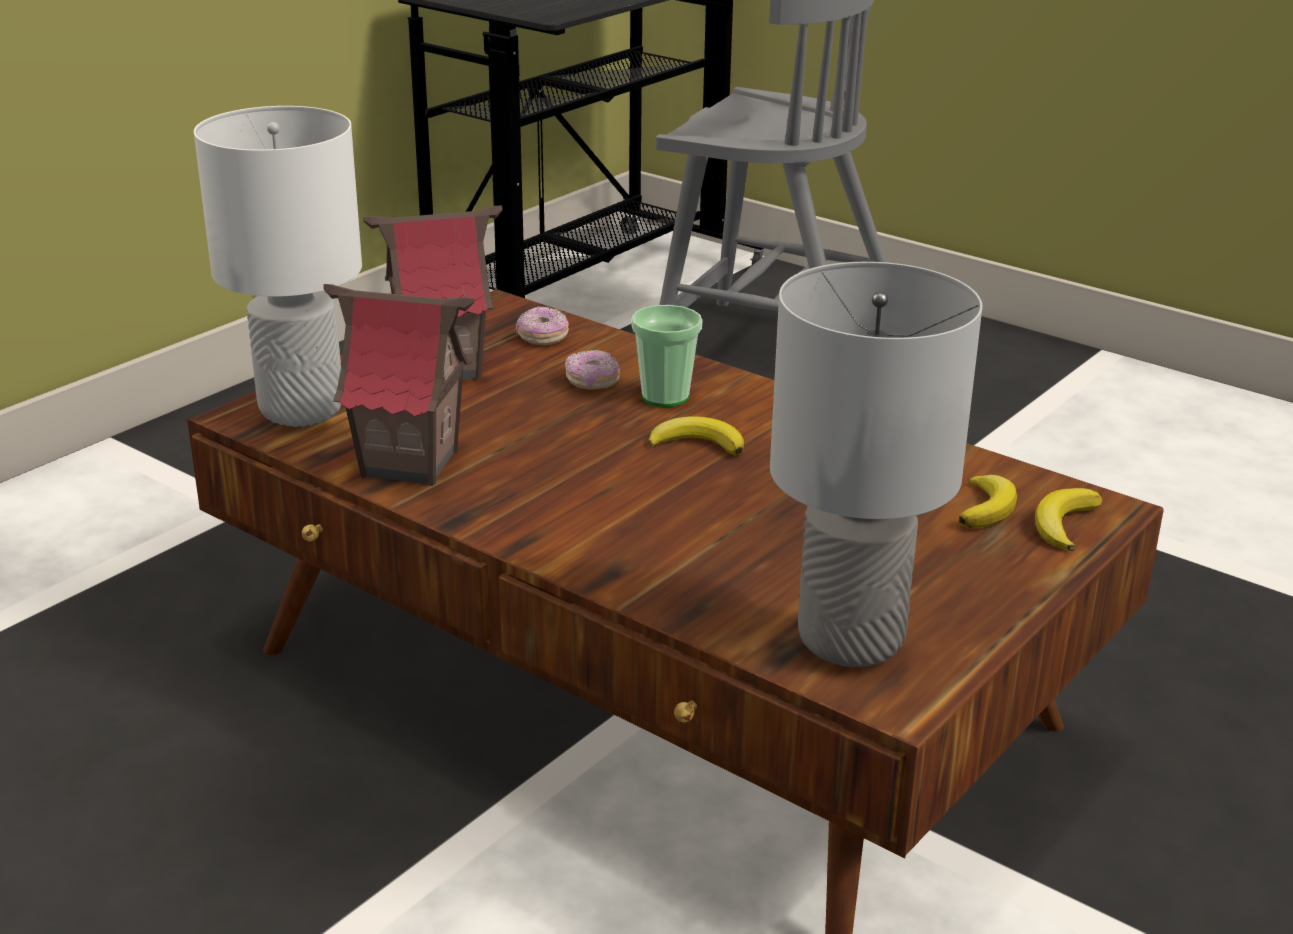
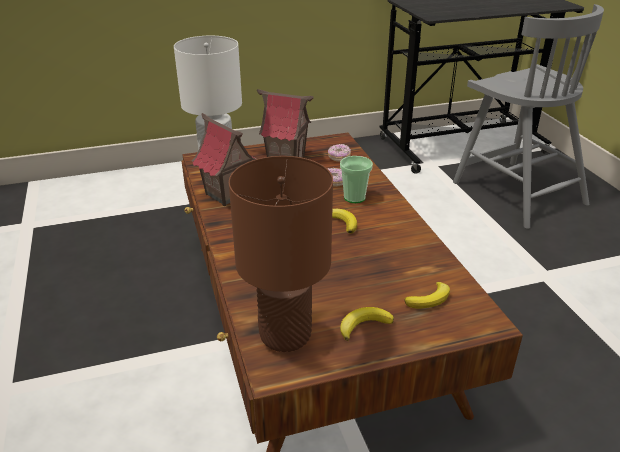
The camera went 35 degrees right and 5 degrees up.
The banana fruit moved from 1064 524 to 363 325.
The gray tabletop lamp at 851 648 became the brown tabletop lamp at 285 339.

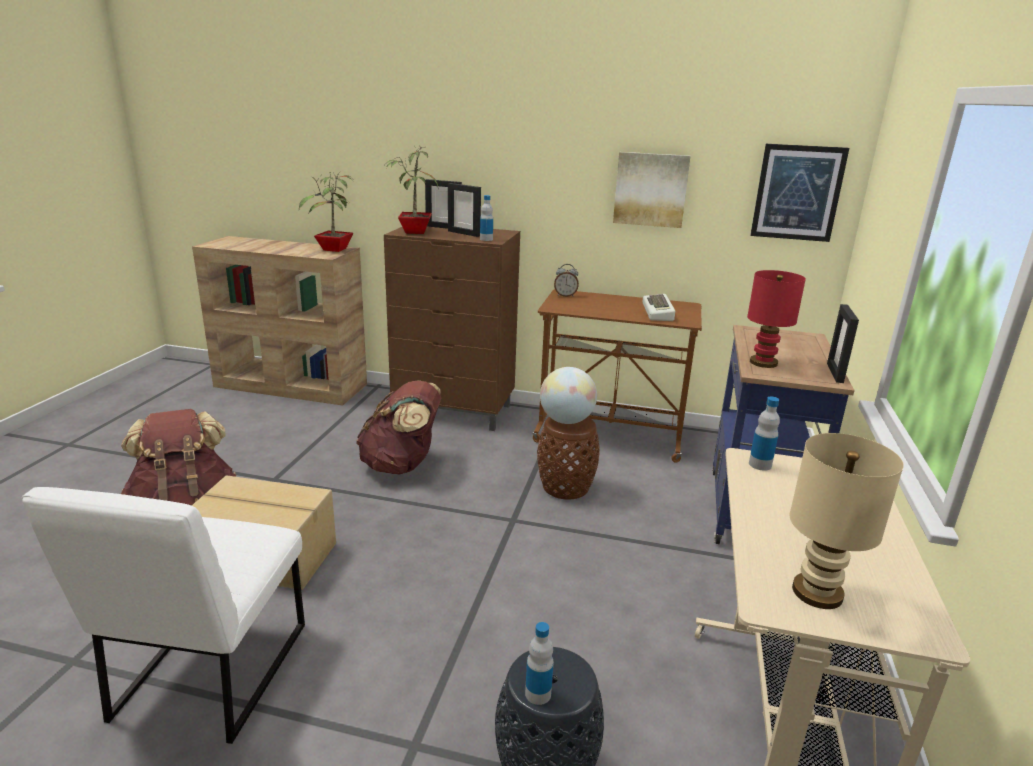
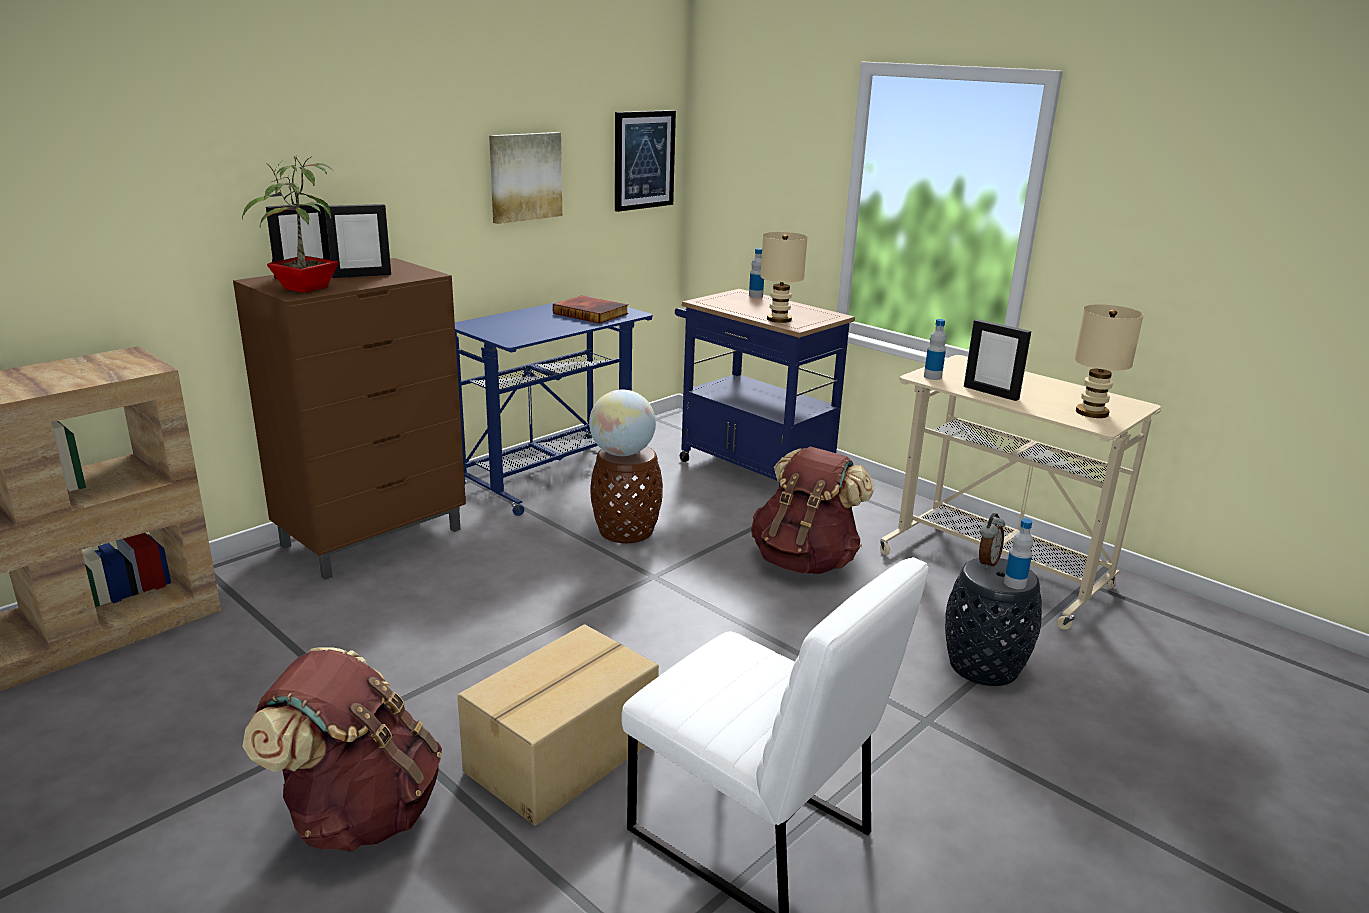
The camera went 60 degrees left and 0 degrees up.
The potted plant at 334 250 disappeared.
The brown backpack moved from 402 465 to 805 561.
The beverage bottle moved from 486 239 to 755 296.
The bedside clock moved from 565 295 to 986 563.
The photo frame moved from 836 373 to 991 392.
The keyboard at 659 312 was replaced by the bound book at 592 313.
The brown desk table at 609 434 became the bluish desk table at 555 475.
The red-coloured tabletop lamp at 763 363 became the sand-coloured tabletop lamp at 779 319.

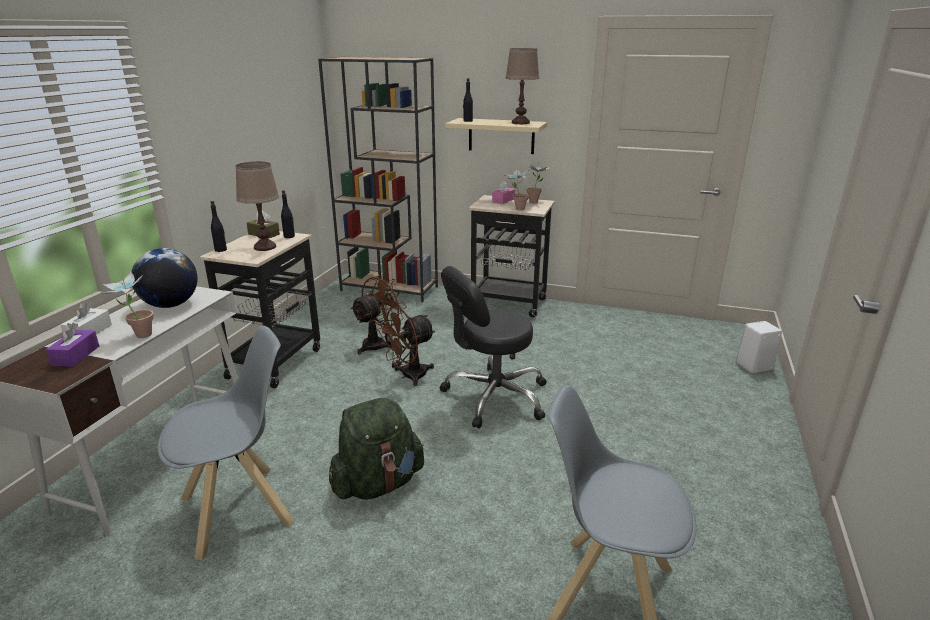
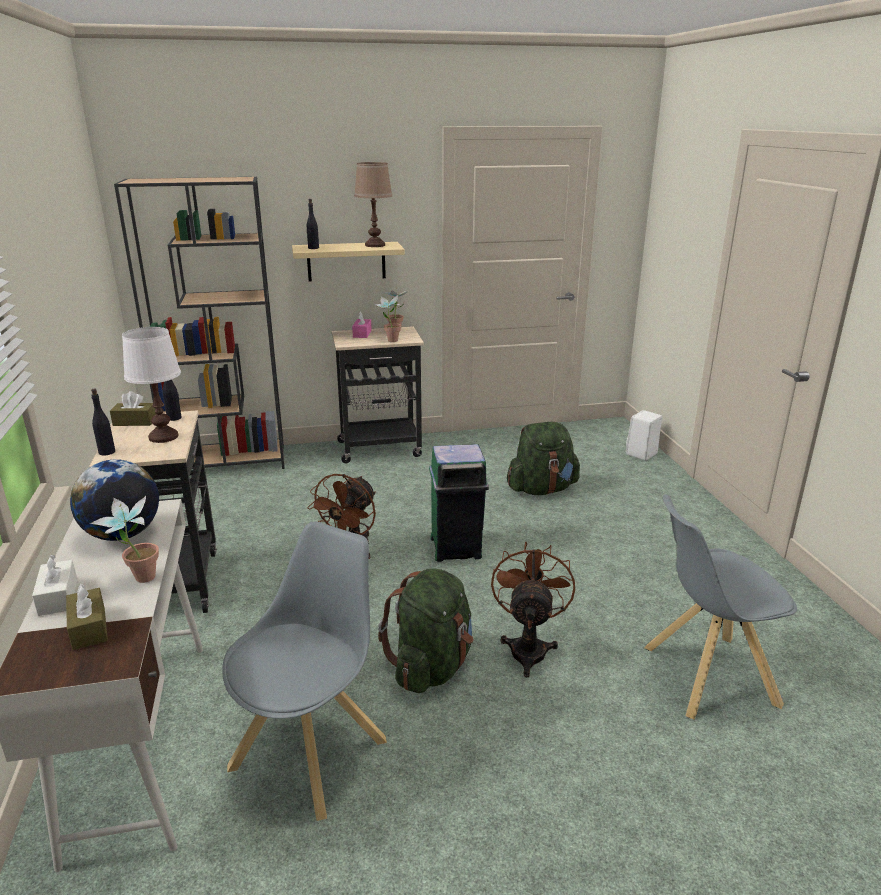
The camera went 30 degrees left and 0 degrees up.
The green backpack at 542 489 appeared.
The brown electric fan moved from 378 344 to 528 647.
The blackish desk chair at 491 398 was replaced by the green trash can at 457 548.
The purple-coloured tissue box at 76 356 became the brown tissue box at 89 628.
The brown tabletop lamp at 265 247 became the whitish tabletop lamp at 163 436.

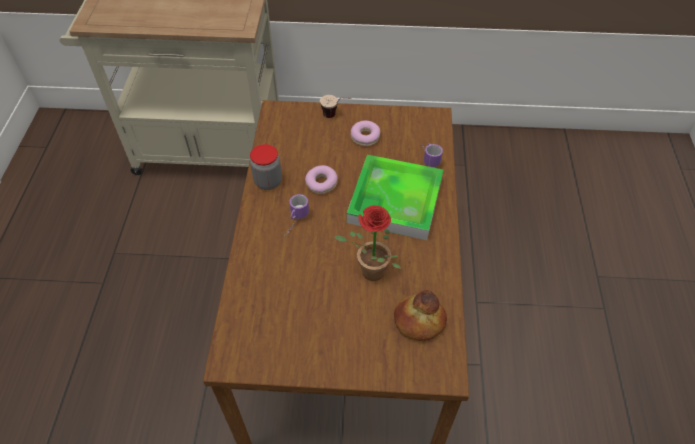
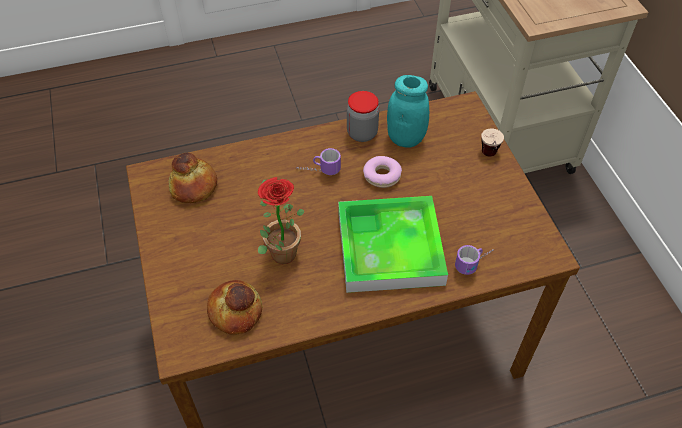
The camera went 70 degrees right and 0 degrees up.
The doughnut at 365 137 disappeared.
The bakery bread at 194 186 appeared.
The turquoise preserve jar at 405 138 appeared.

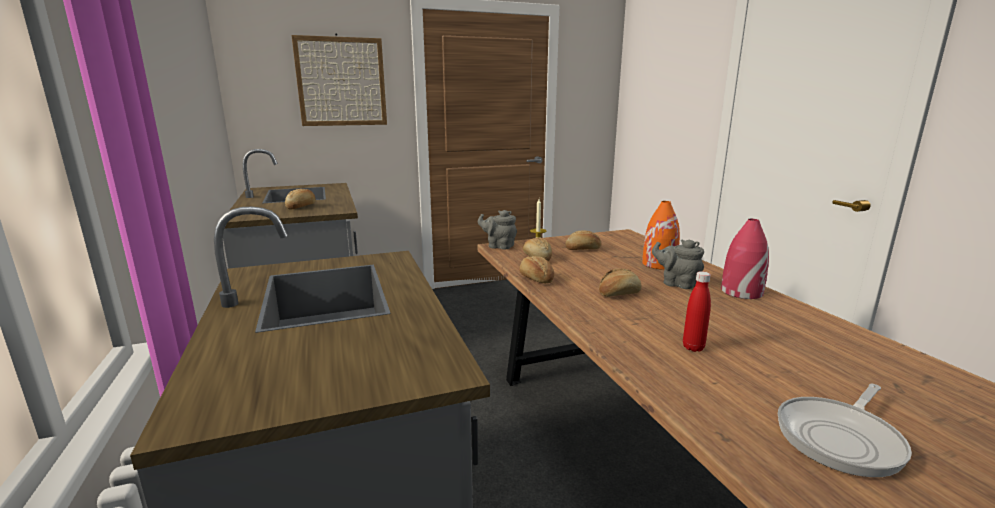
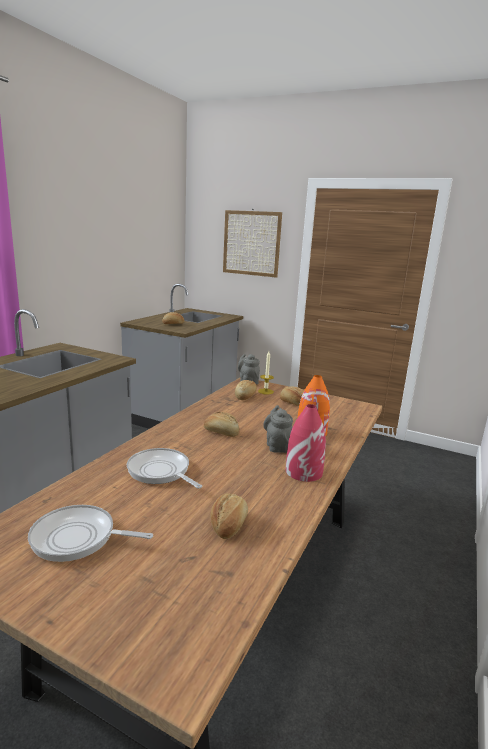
The camera went 45 degrees right and 0 degrees up.
The bakery bread moved from 535 279 to 228 525.
The red-coloured beverage bottle at 693 347 was replaced by the pan at 160 472.

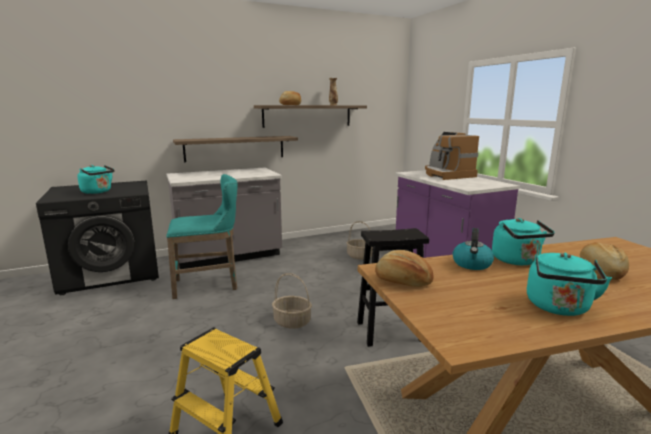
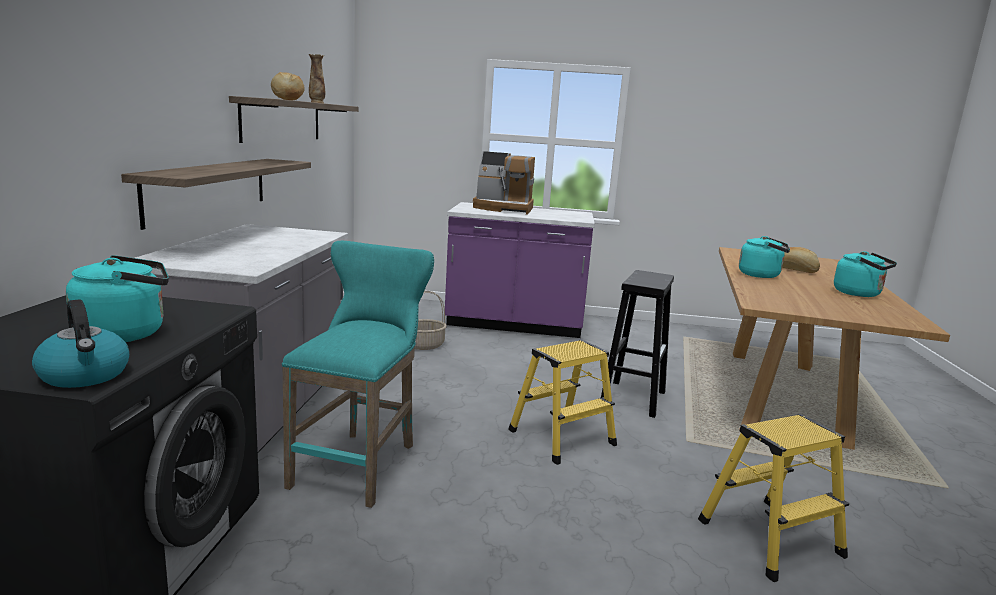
The camera went 60 degrees left and 0 degrees up.
The bakery bread at 402 281 disappeared.
The water kettle moved from 472 264 to 85 375.
The basket at 292 322 was replaced by the yellow-coloured stepladder at 562 437.

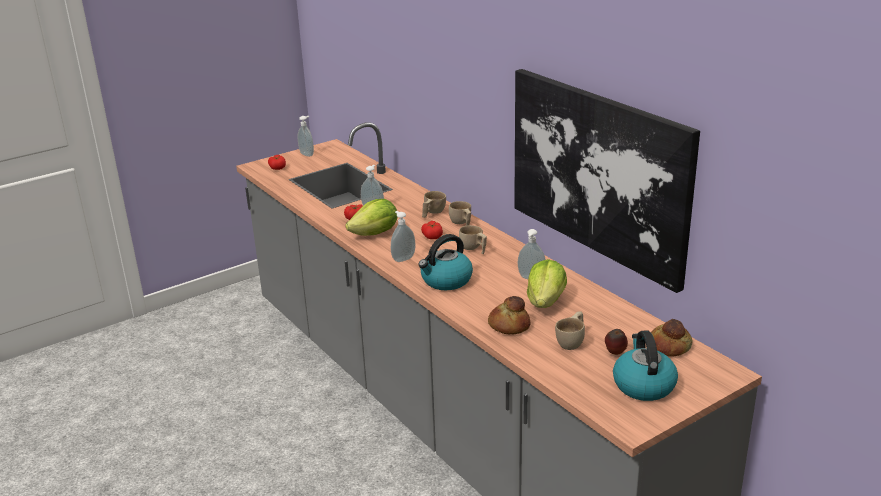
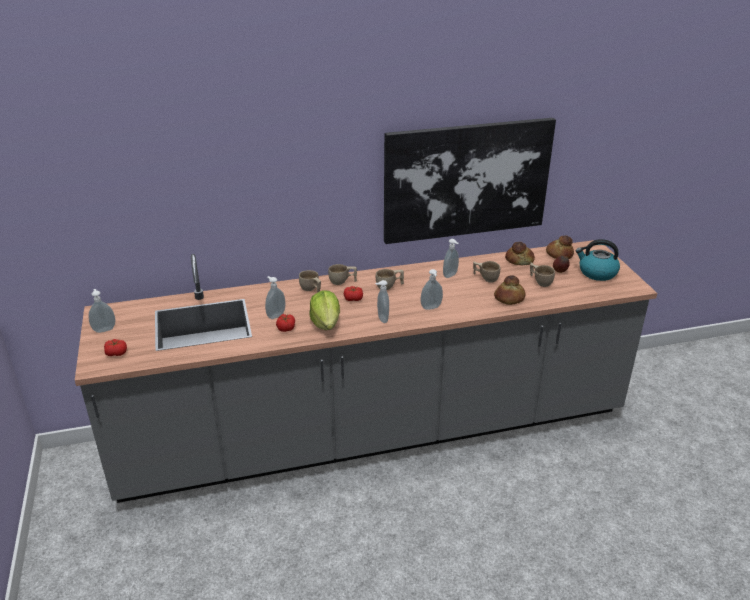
The camera went 70 degrees left and 5 degrees up.
The bakery bread at 519 260 appeared.
The water kettle at 446 281 was replaced by the soap dispenser at 431 308.
The lettuce head at 546 301 was replaced by the sand-coloured drinking cup at 485 278.

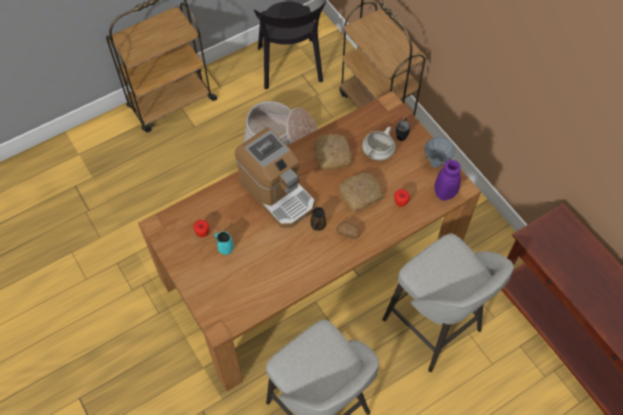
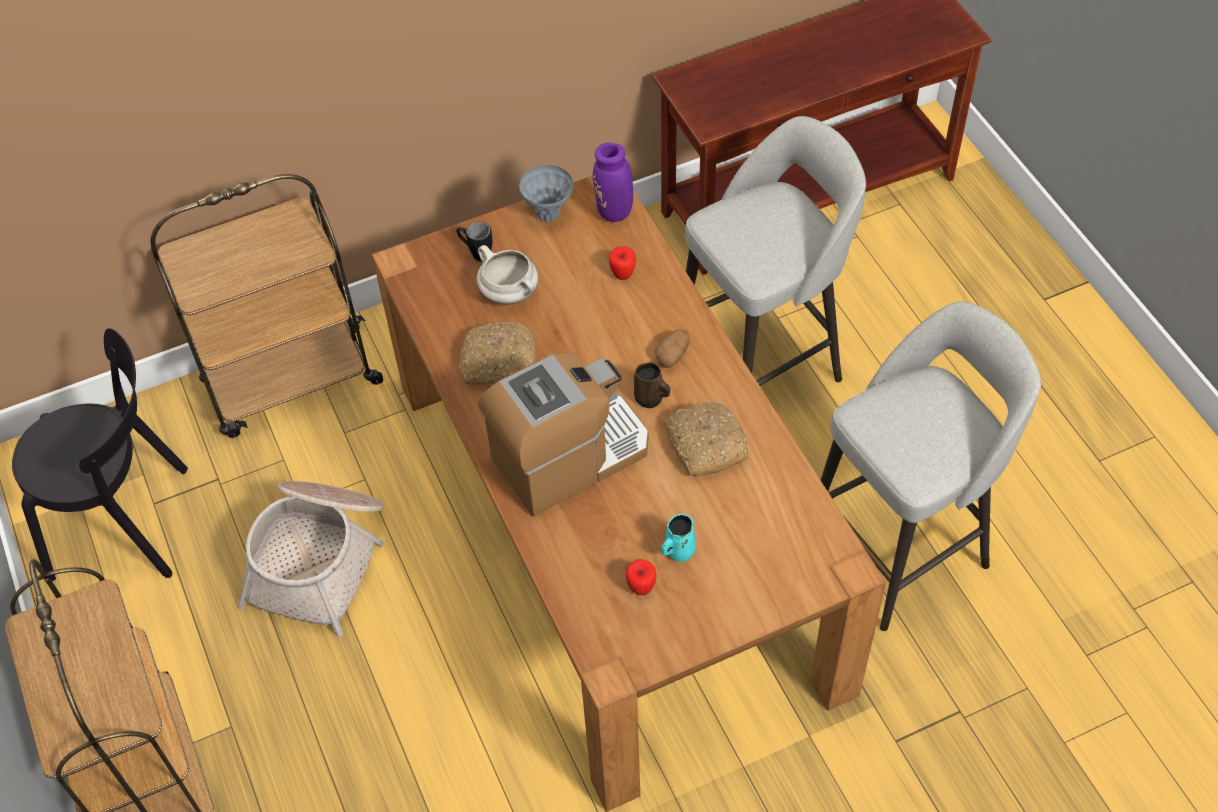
The camera went 80 degrees left and 5 degrees down.
The bakery bread moved from 360 194 to 704 444.

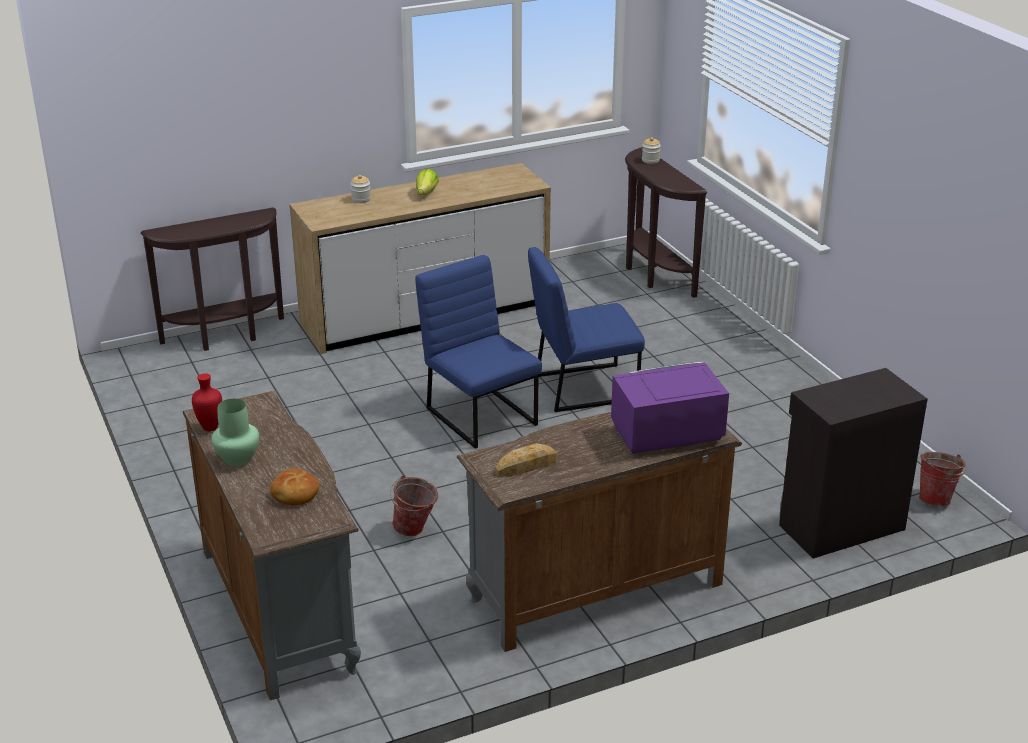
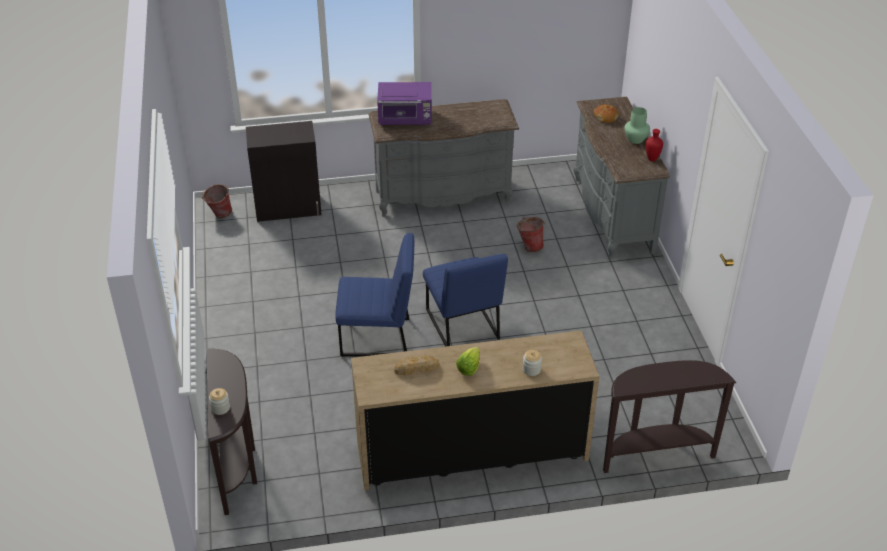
The camera went 165 degrees left and 10 degrees up.
The bakery bread moved from 526 465 to 416 368.

